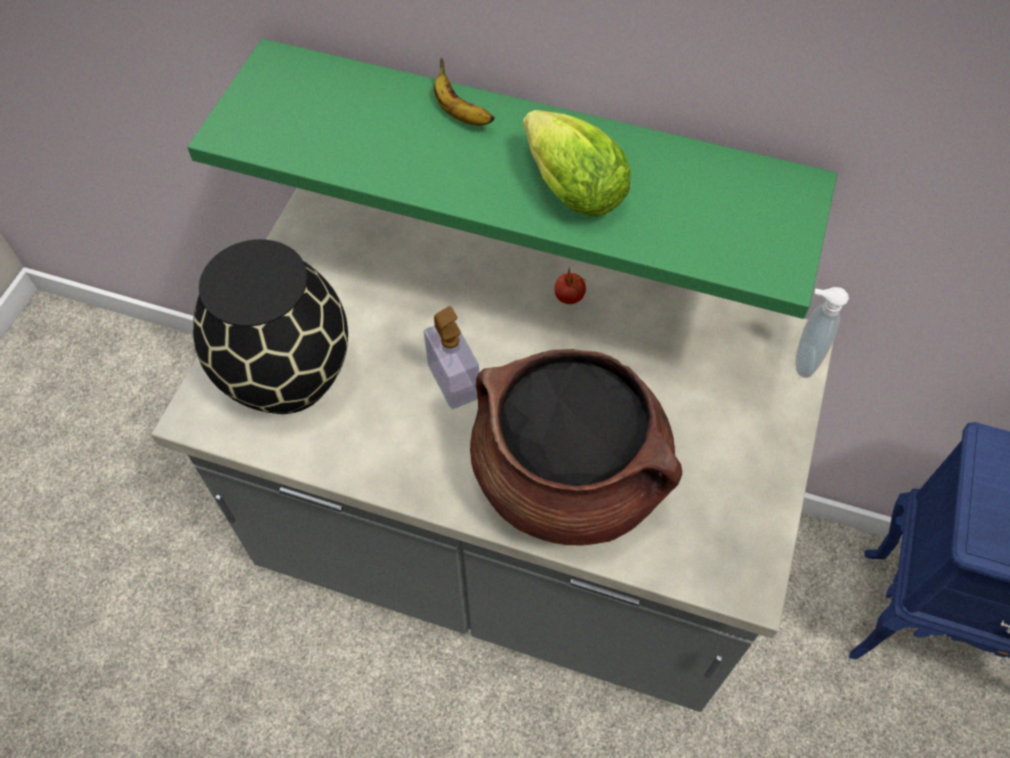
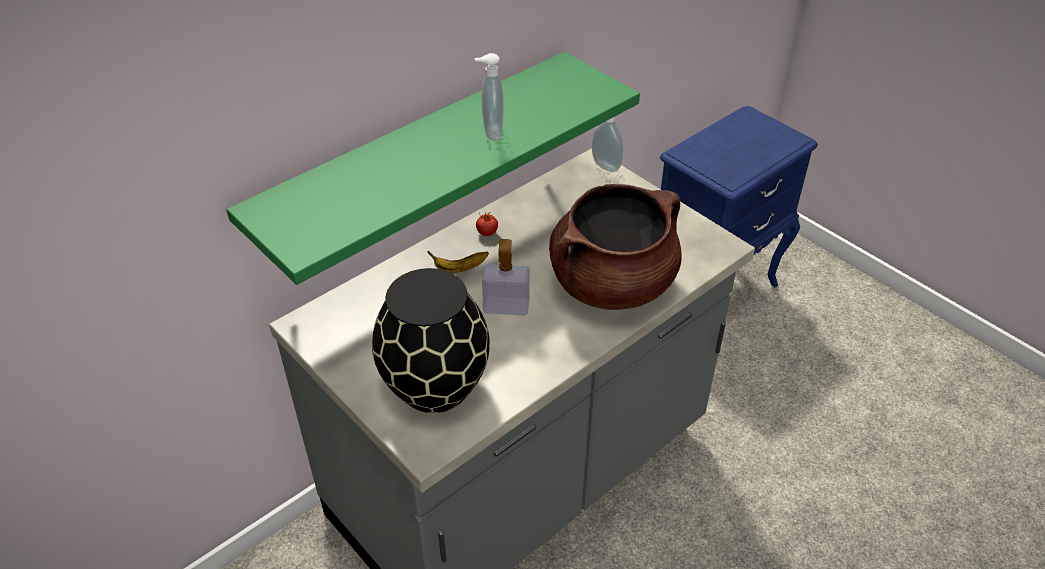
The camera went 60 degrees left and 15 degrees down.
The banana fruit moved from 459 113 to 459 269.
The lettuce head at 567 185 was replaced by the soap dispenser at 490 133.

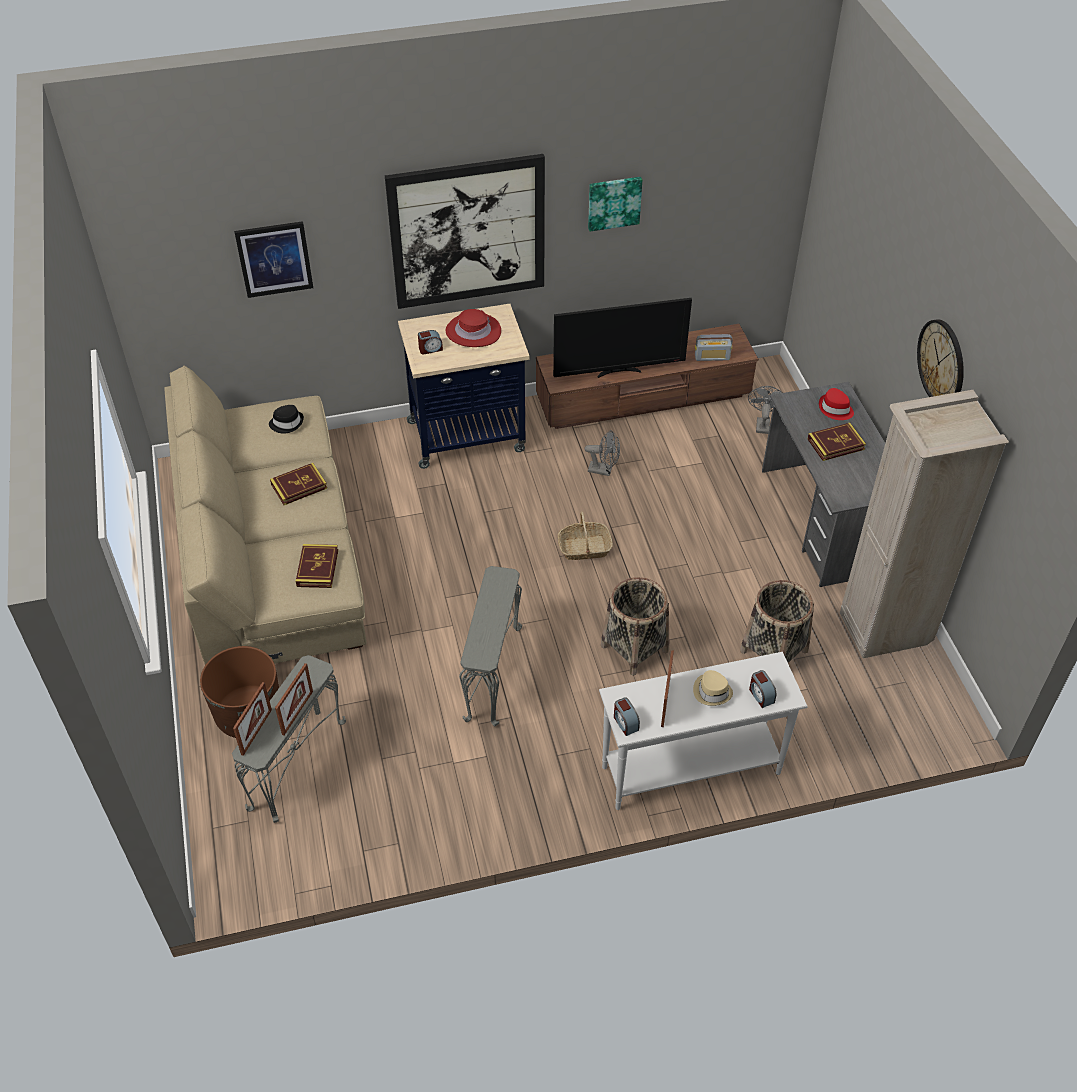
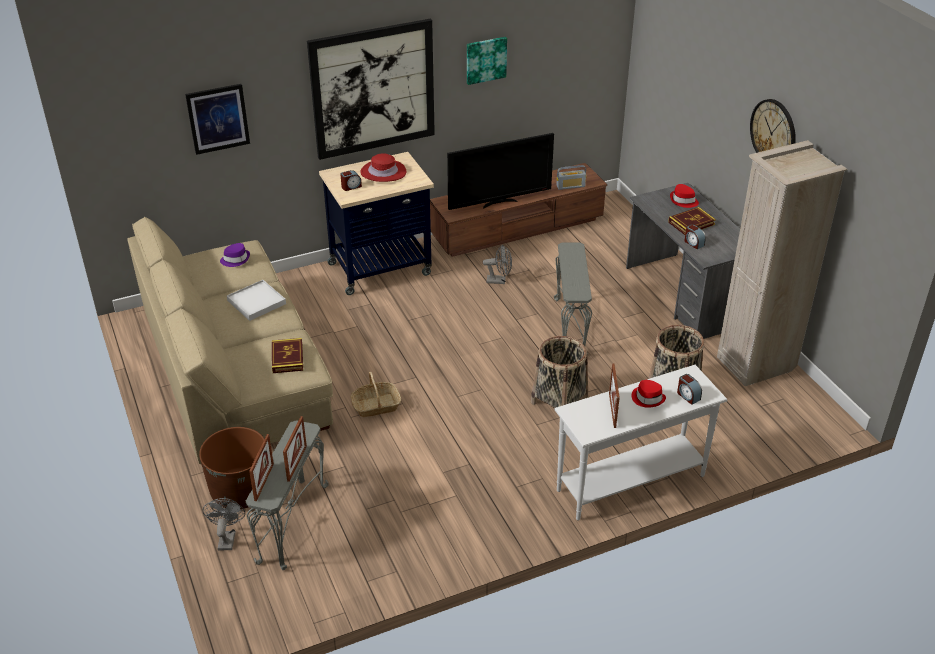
The camera went 10 degrees left and 10 degrees down.
The gray end table moved from 493 674 to 570 328.
The basket moved from 584 548 to 376 406.
The bedside clock moved from 625 723 to 693 243.
The gray electric fan moved from 762 423 to 227 538.
The bound book at 299 486 was replaced by the whitish serving tray at 257 302.
The blackish clothing hat at 287 423 became the purple-coloured clothing hat at 235 259.
The sand-coloured clothing hat at 712 691 became the red-coloured clothing hat at 648 398.

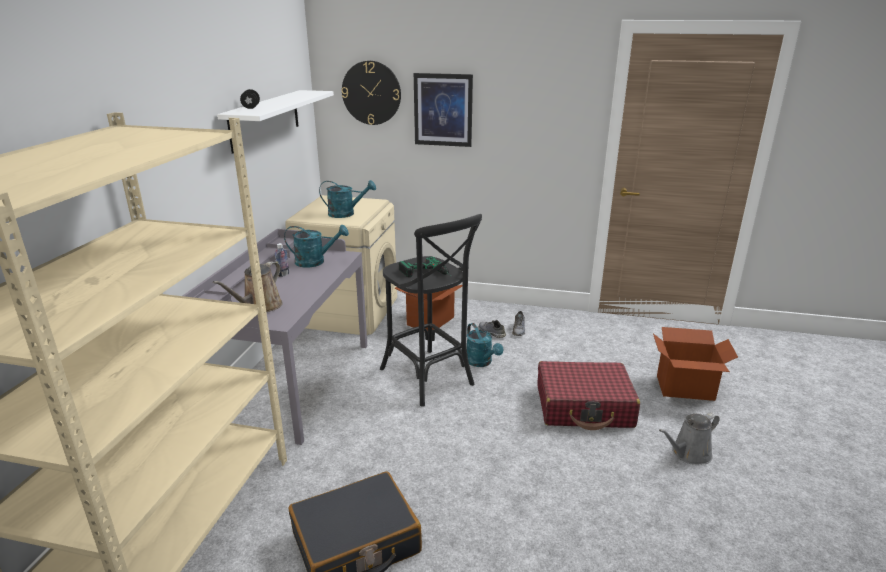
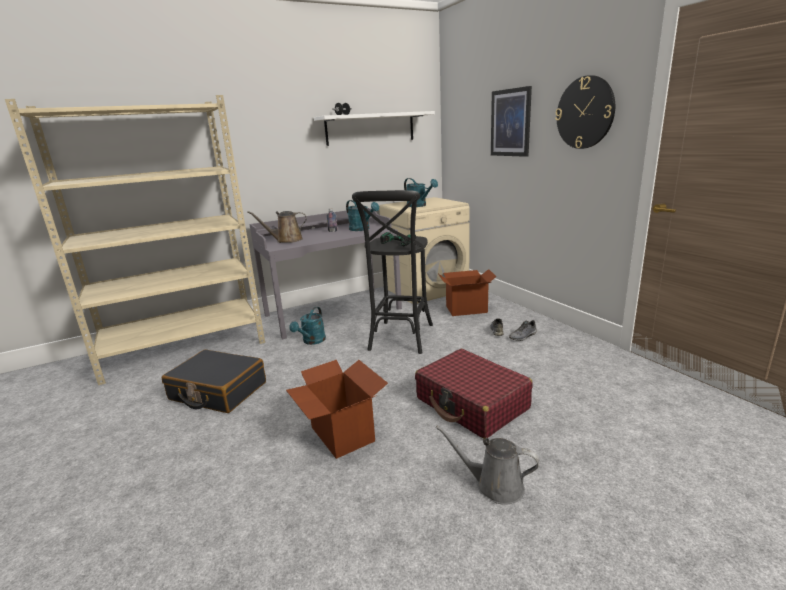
The camera went 50 degrees right and 5 degrees down.
The wall clock moved from 371 93 to 585 113.
The turquoise sprinkling can moved from 482 362 to 312 341.
The cardboard box moved from 685 388 to 341 434.

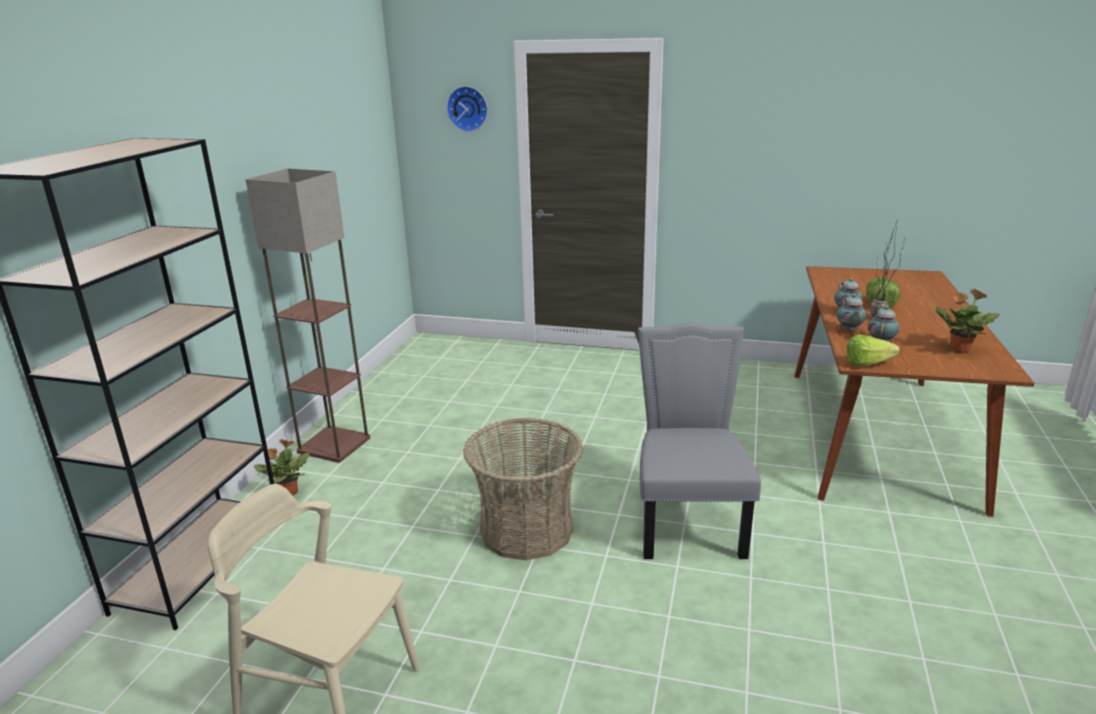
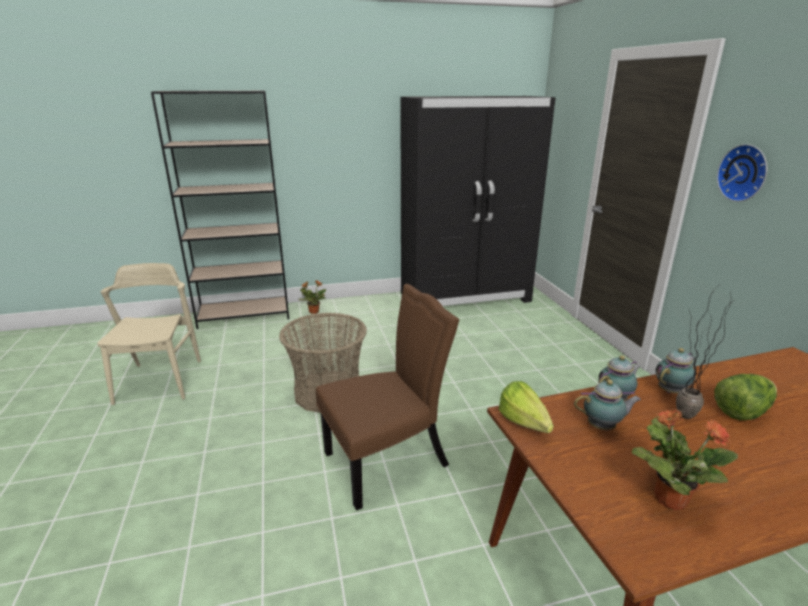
The camera went 60 degrees right and 0 degrees up.
The standing lamp at 335 444 disappeared.
The blackish cupboard at 466 297 appeared.
The wall clock moved from 468 108 to 744 173.
The gray plain chair at 688 523 became the brown plain chair at 384 462.

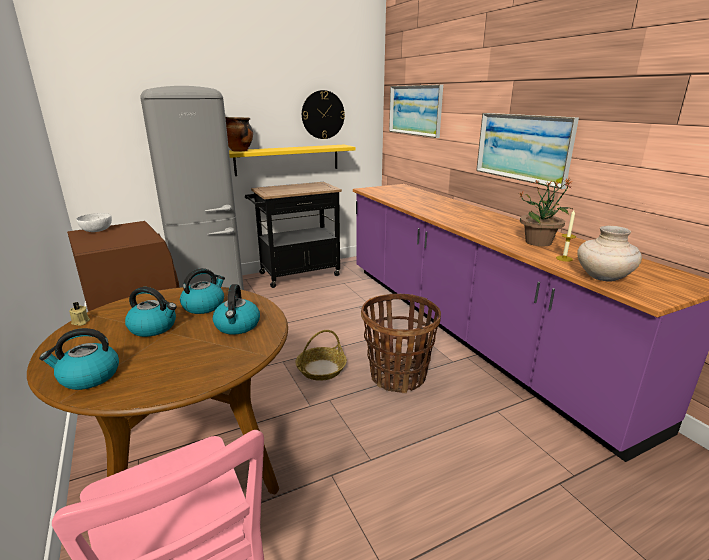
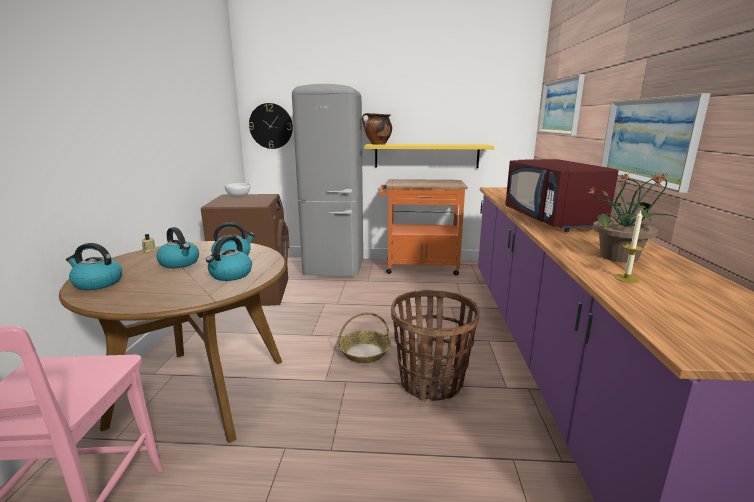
The camera went 30 degrees right and 5 degrees down.
The sand-coloured decorative vase at 603 277 disappeared.
The red-coloured microwave oven at 552 220 appeared.
The wall clock moved from 323 115 to 271 126.
The blackish trolley at 297 275 became the orange-coloured trolley at 419 267.

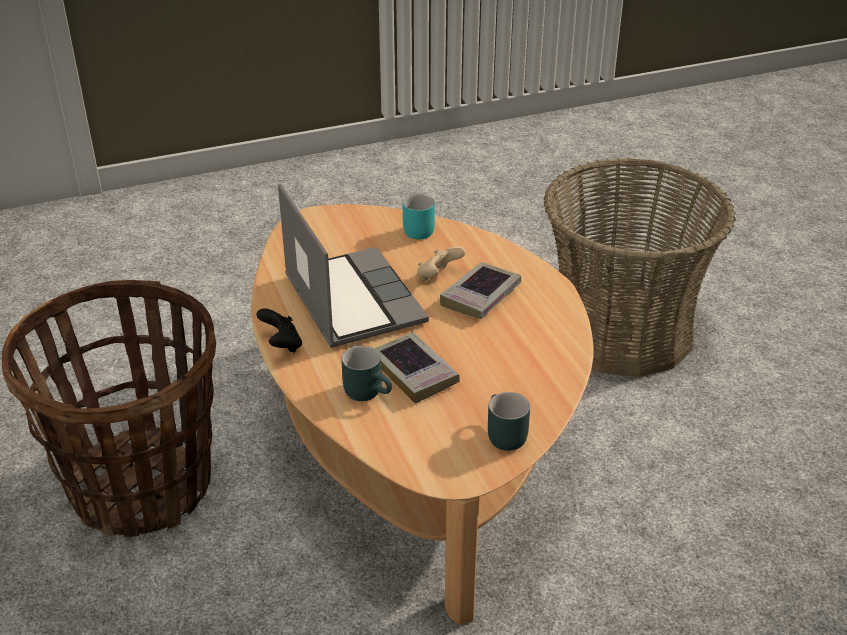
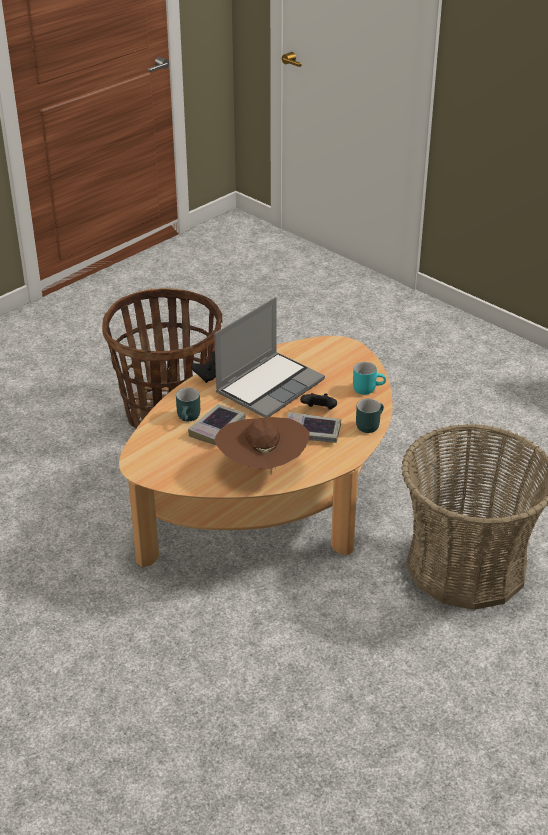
The camera went 65 degrees right and 0 degrees up.
The brown clothing hat at 262 467 appeared.
The turquoise mug moved from 501 435 to 368 424.
The sand-coloured joypad at 438 277 became the blackish joypad at 319 410.

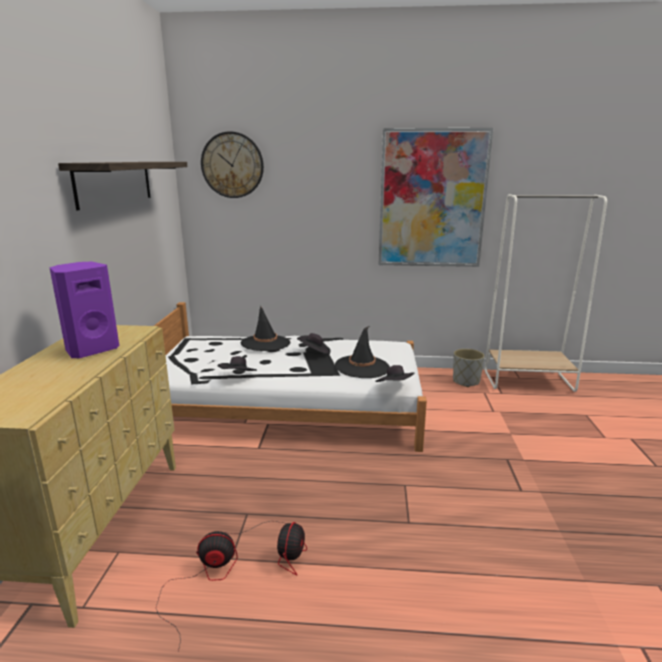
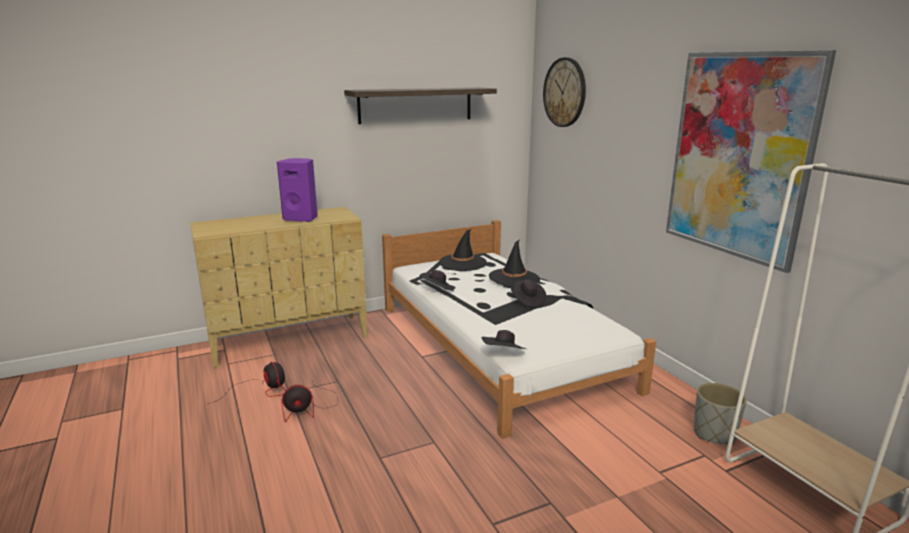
The camera went 60 degrees right and 0 degrees up.
The blackish clothing hat moved from 362 367 to 462 263.

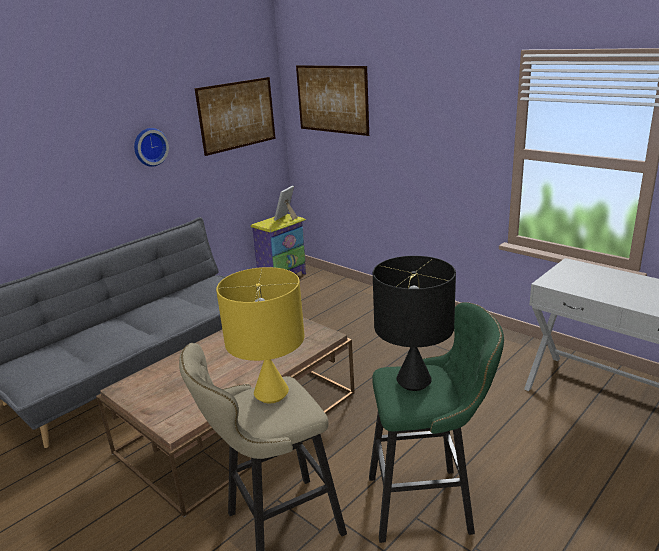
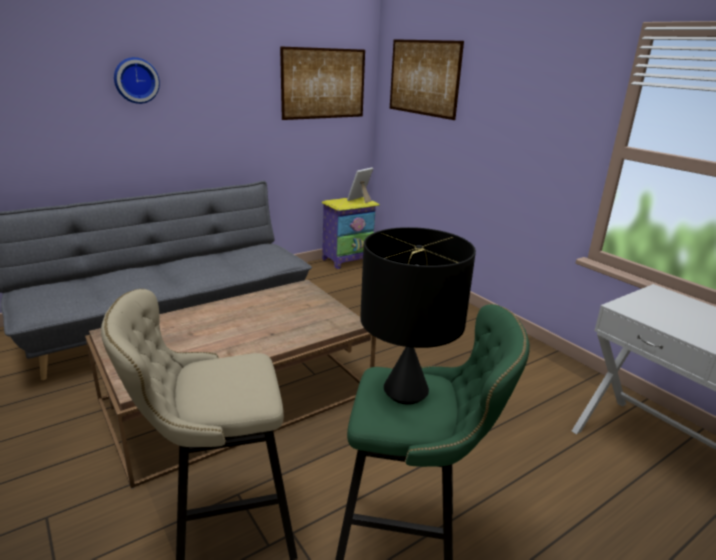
The camera went 10 degrees right and 0 degrees up.
The yellow-coloured tabletop lamp at 271 395 disappeared.
The wall clock moved from 149 147 to 136 80.

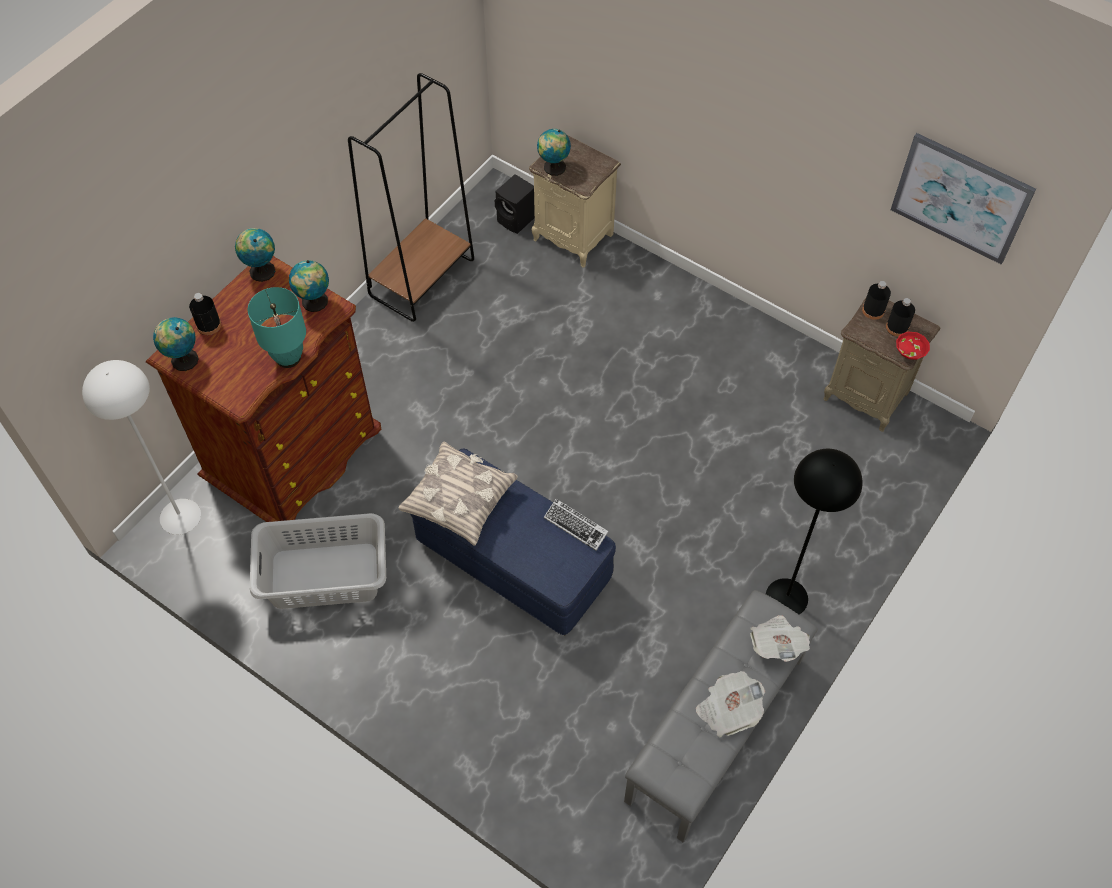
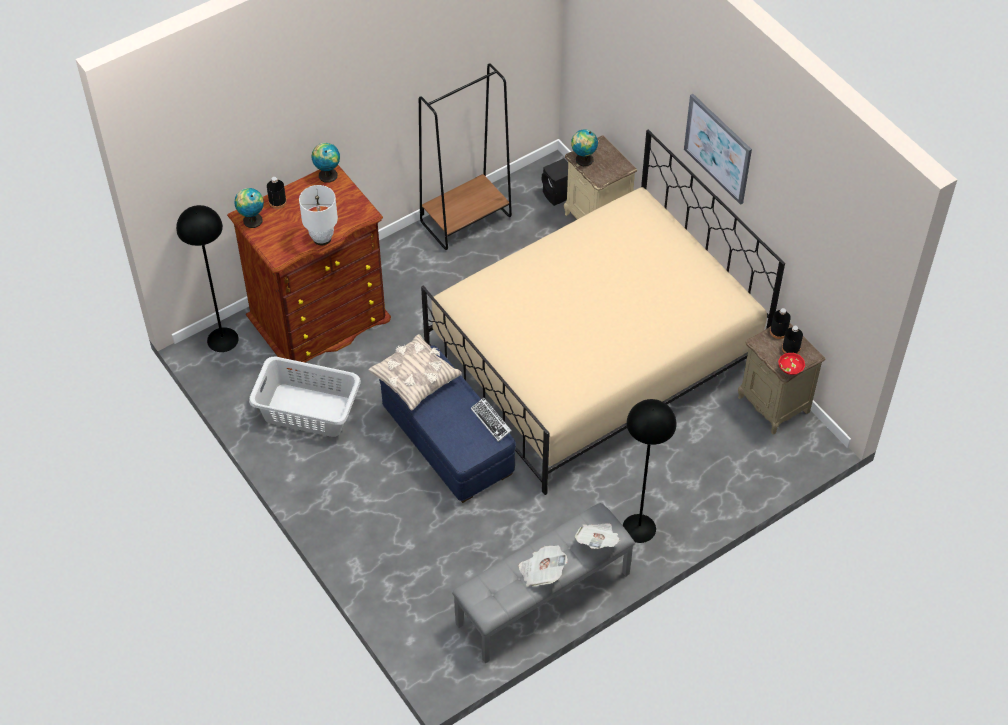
The camera went 20 degrees right and 5 degrees down.
The world globe at 314 303 disappeared.
The sand-coloured bed at 595 358 appeared.
The picture moved from 960 198 to 718 148.
The whitish standing lamp at 180 516 became the blackish standing lamp at 222 339.
The turquoise tabletop lamp at 288 357 became the whitish tabletop lamp at 322 238.

